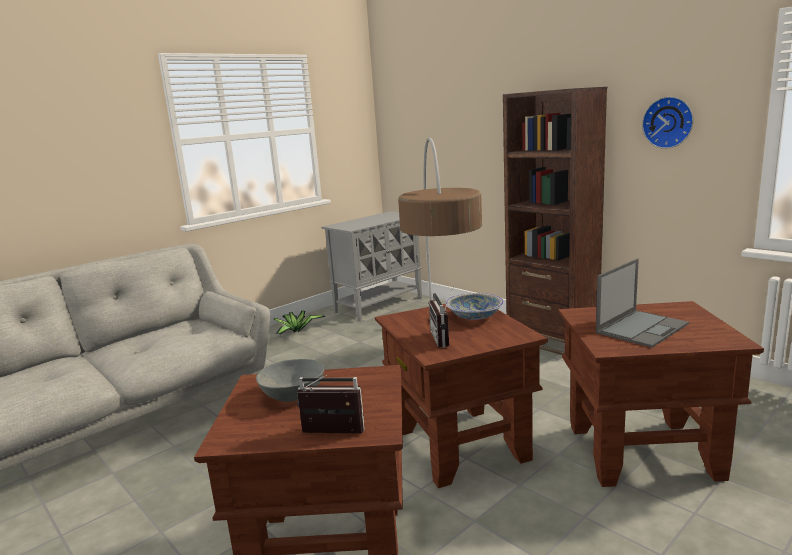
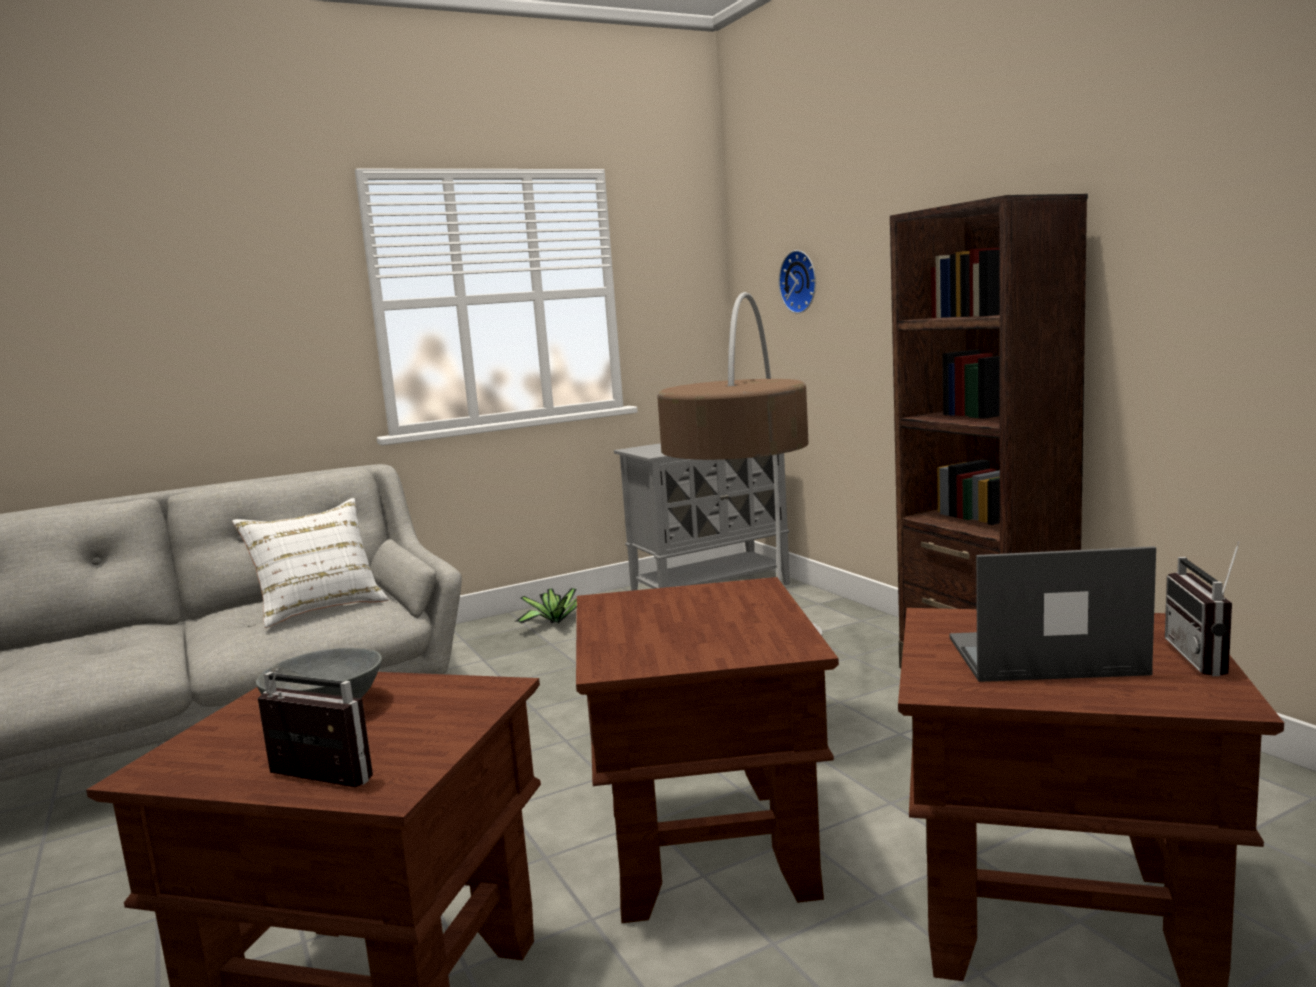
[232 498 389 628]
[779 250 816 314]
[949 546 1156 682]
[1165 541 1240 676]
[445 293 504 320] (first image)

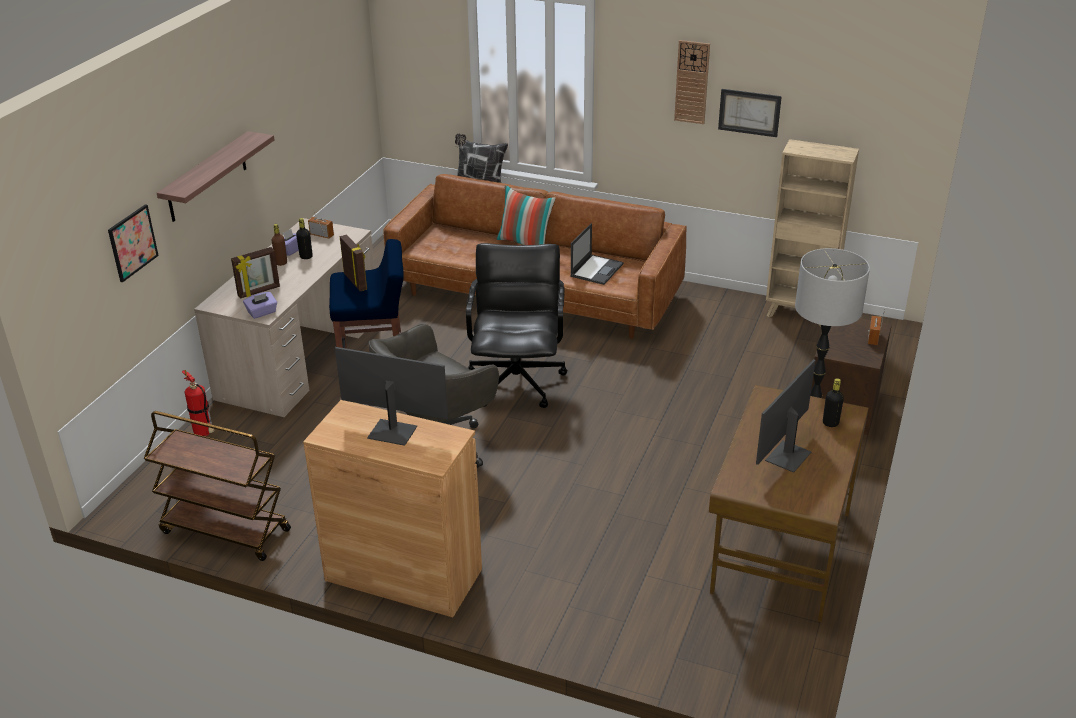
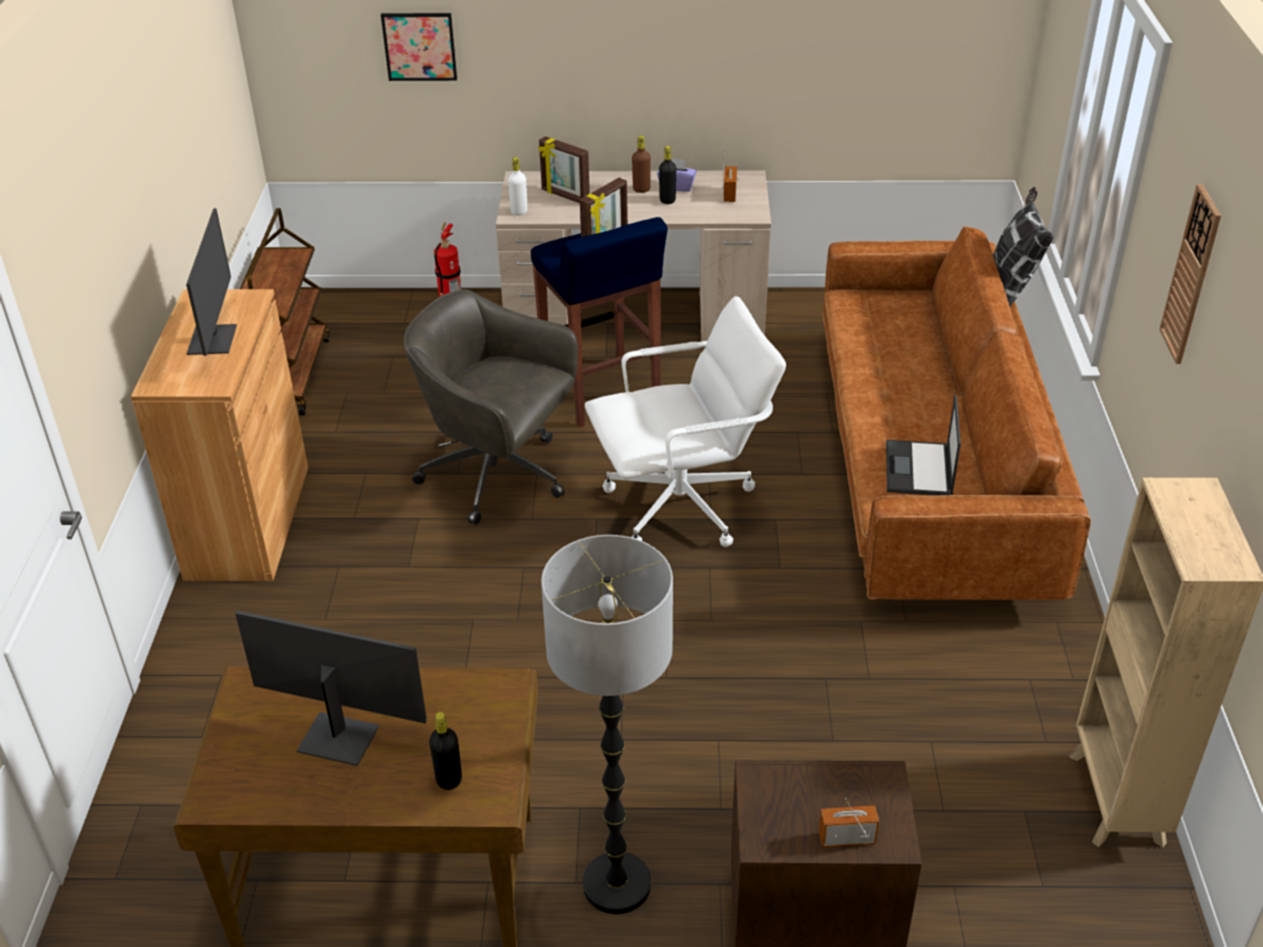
[508 157 528 216]
[585 296 786 547]
[886 394 961 496]
[157 131 274 222] (first image)
[496 185 556 245] (first image)
[718 89 782 137] (first image)

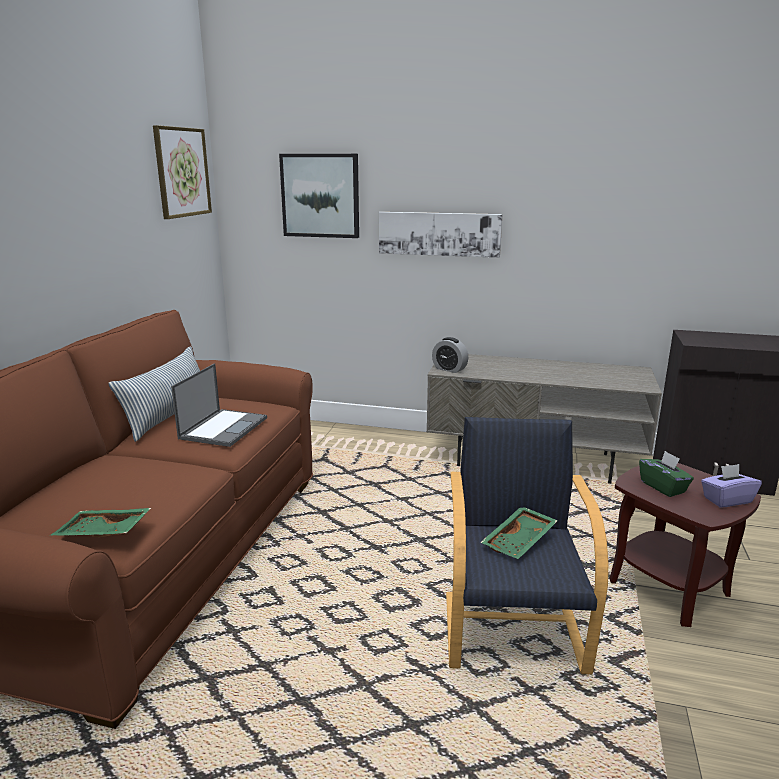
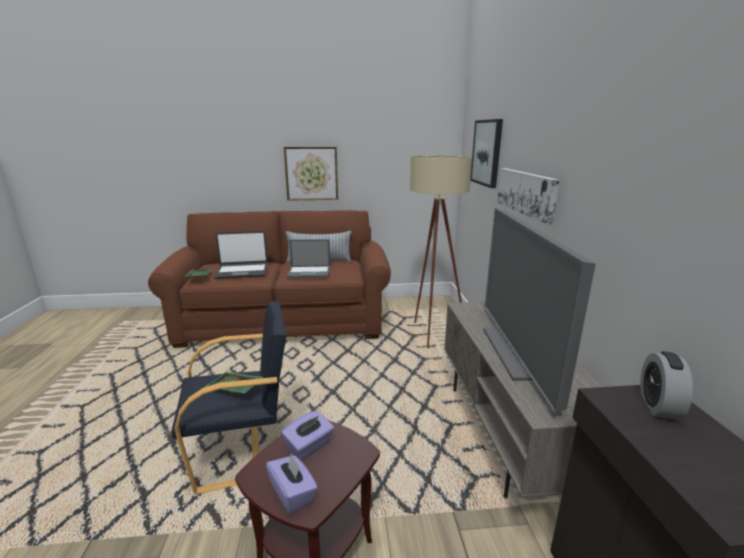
[214 231 268 279]
[281 410 334 460]
[284 147 338 201]
[410 155 472 348]
[484 208 596 413]
[640 351 693 420]

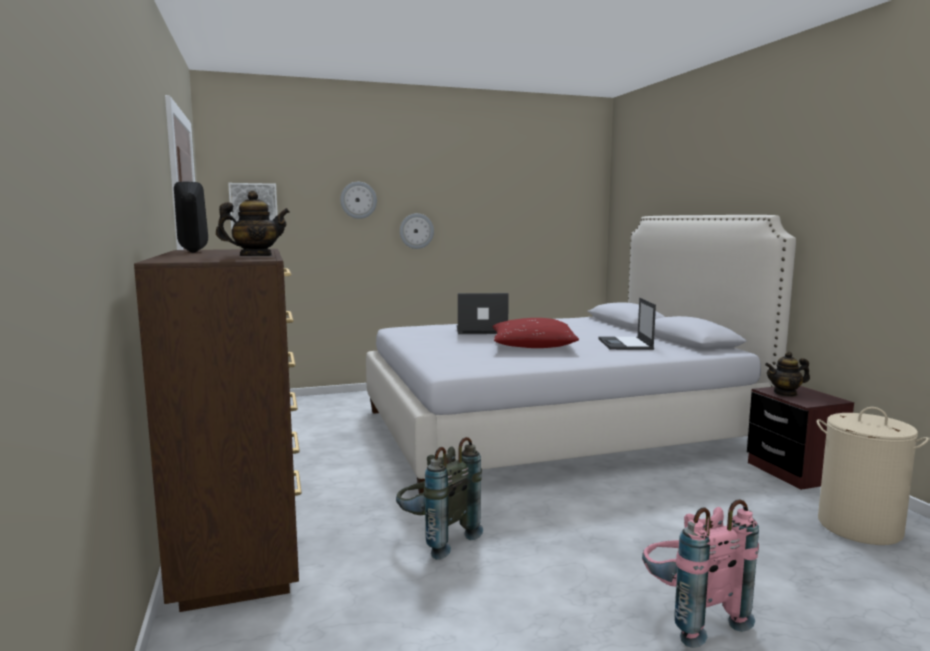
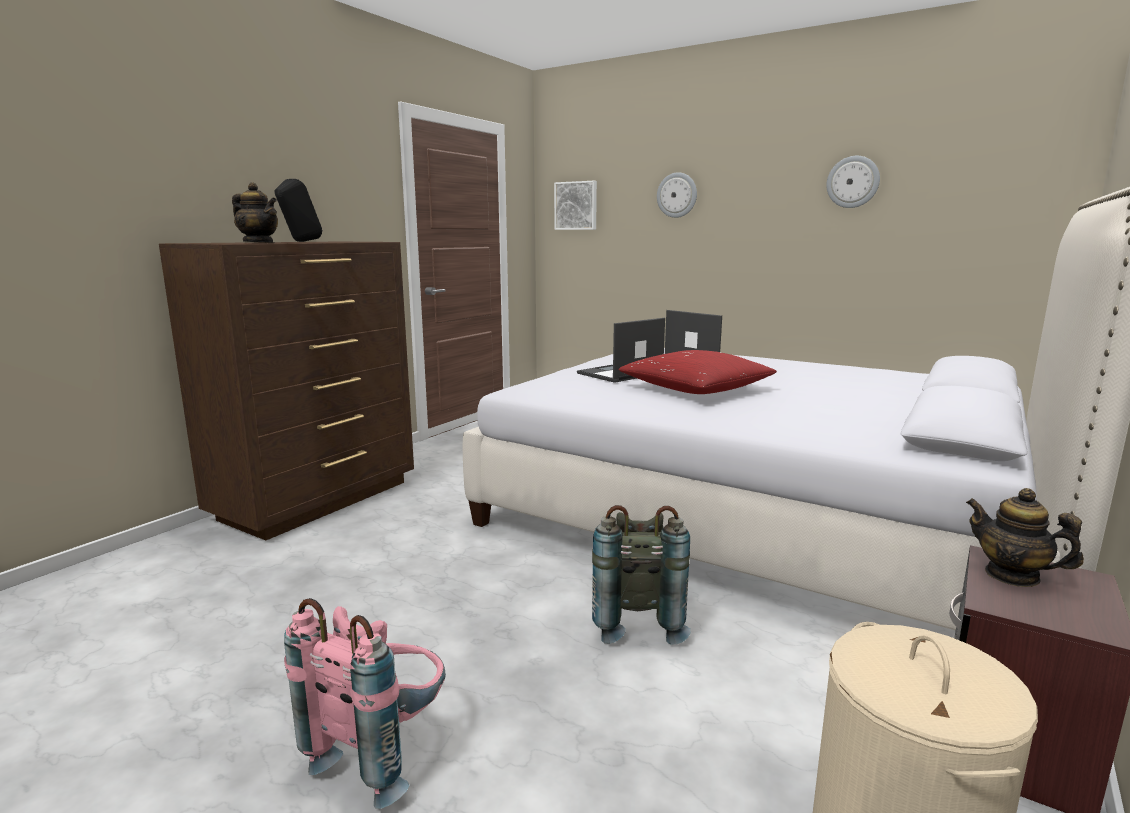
[577 318 665 383]
[592 505 691 645]
[826 156 880 208]

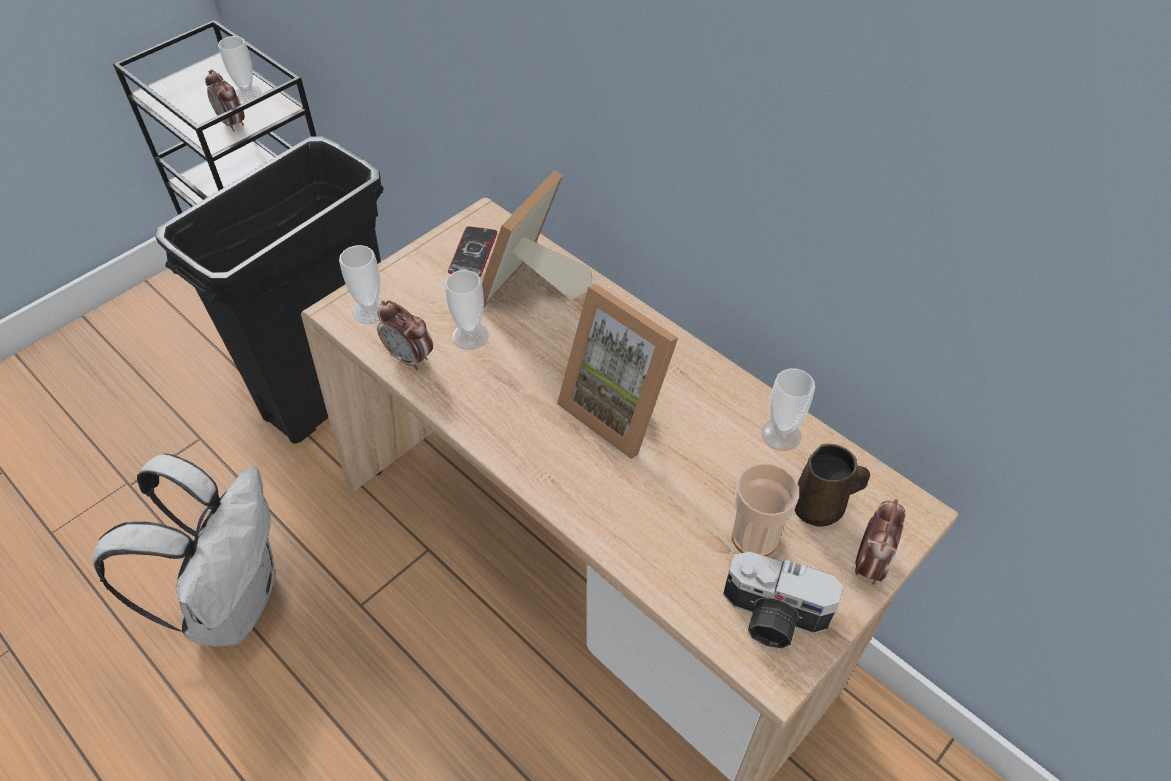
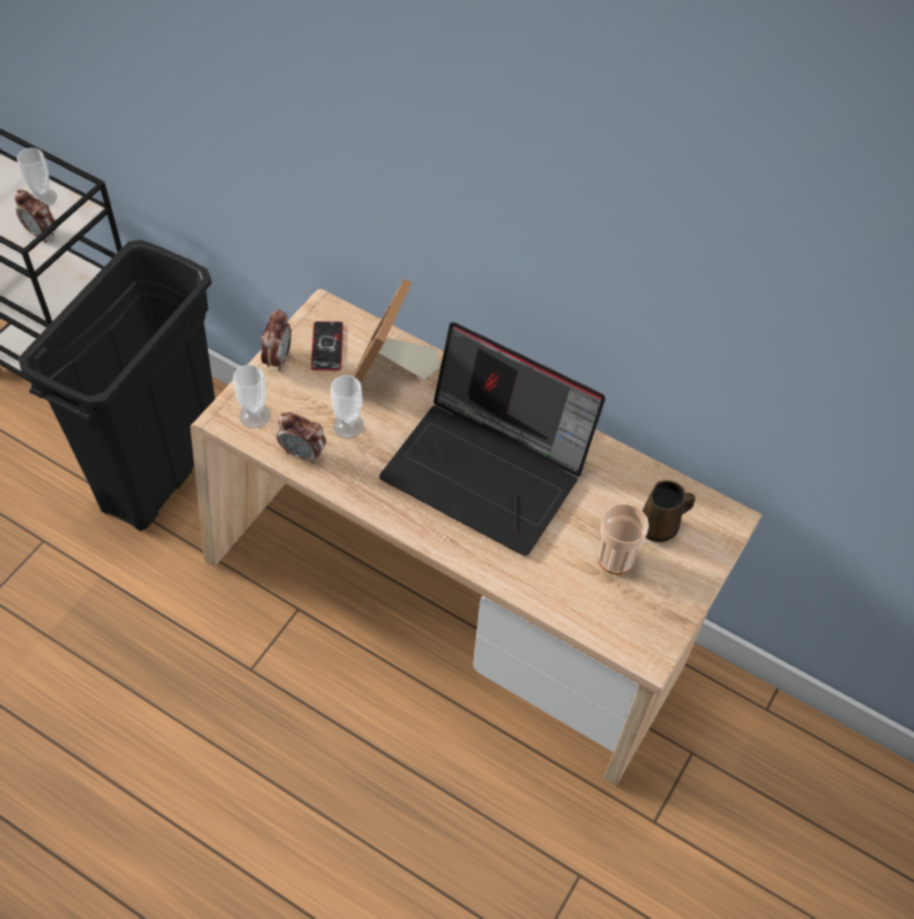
[261 309 291 371]
[379 322 605 556]
[93 453 276 646] (first image)
[723 552 843 648] (first image)
[762 368 815 451] (first image)

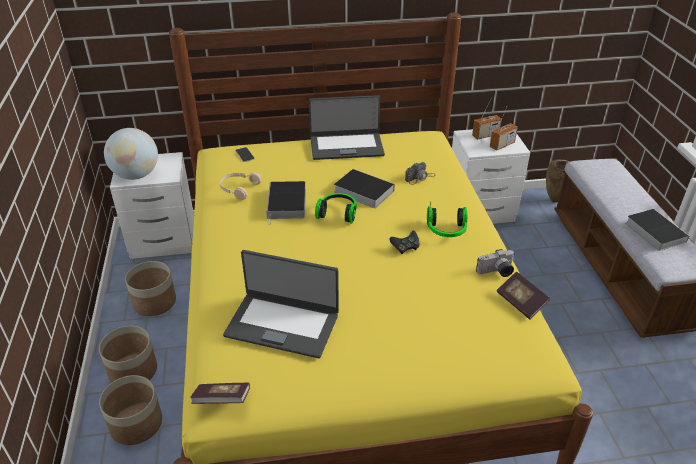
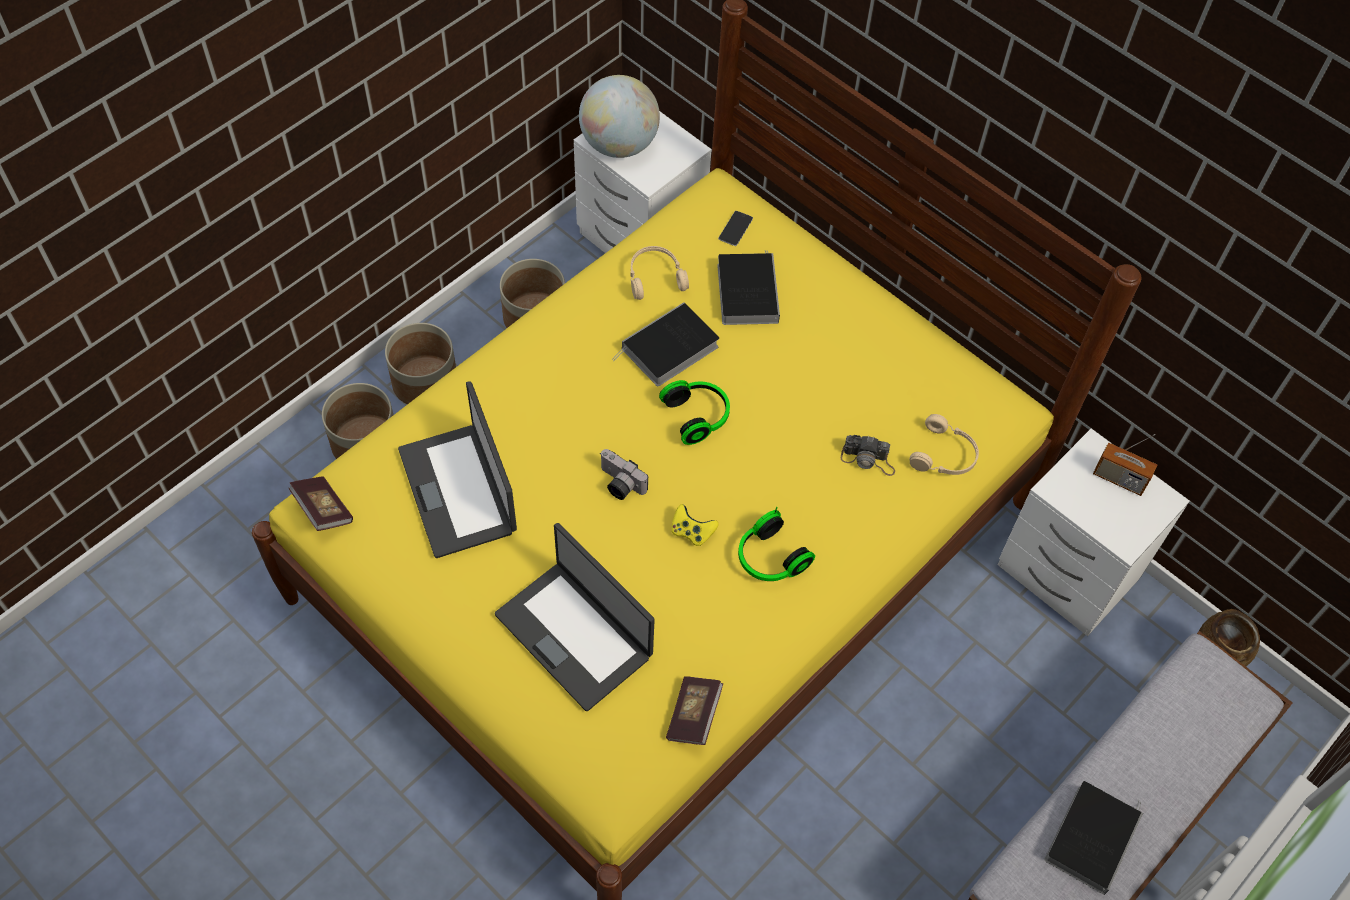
[495 523 655 711]
[601 449 648 500]
[672 504 719 546]
[717 251 780 325]
[910 414 979 475]
[490 110 518 151] (first image)

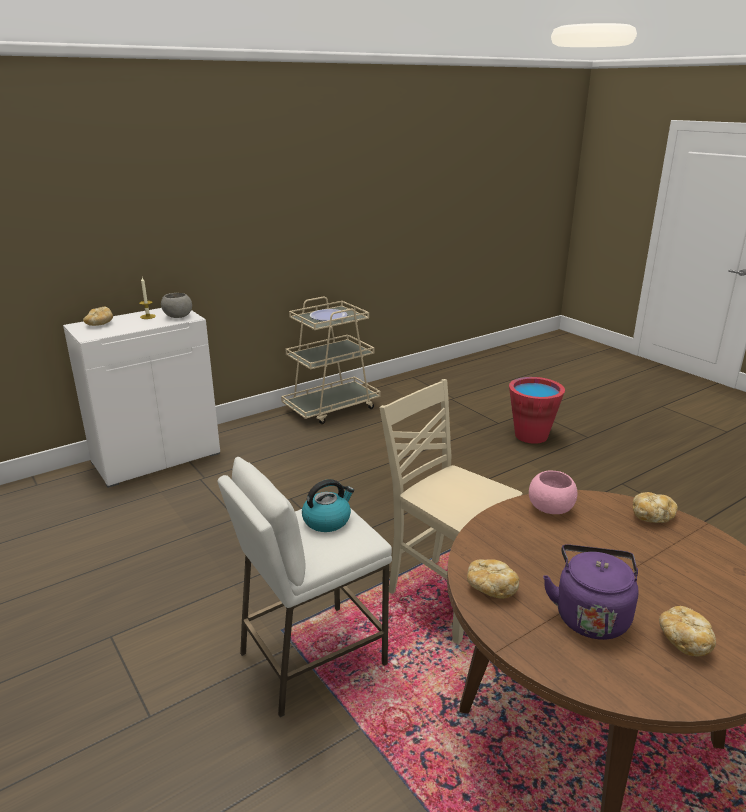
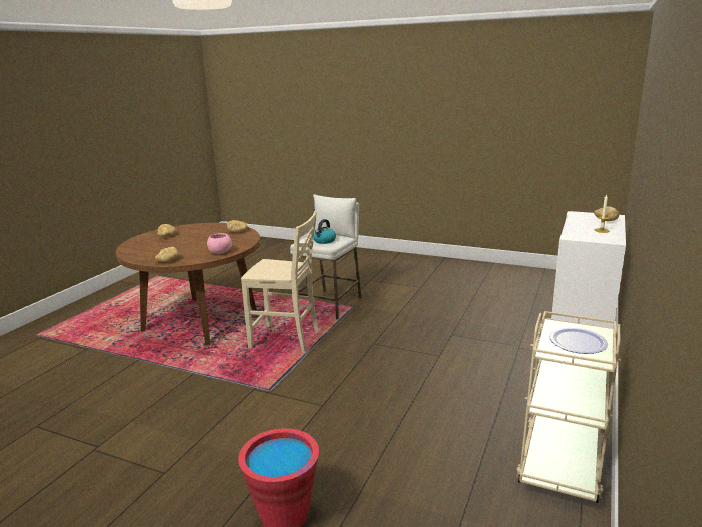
[161 293 192 318] (first image)
[543 544 638 640] (first image)

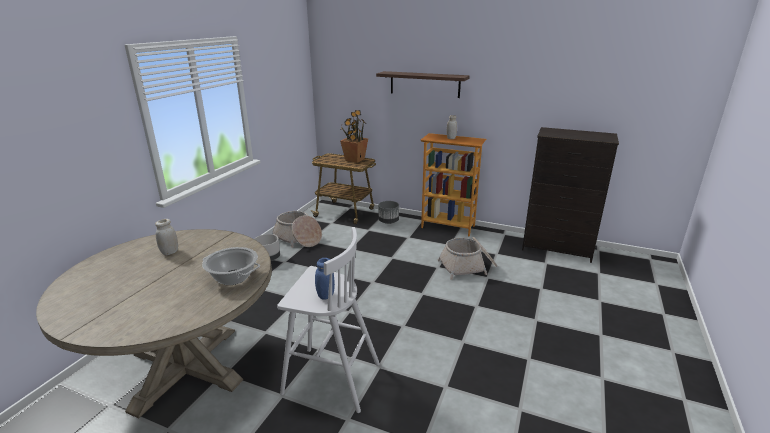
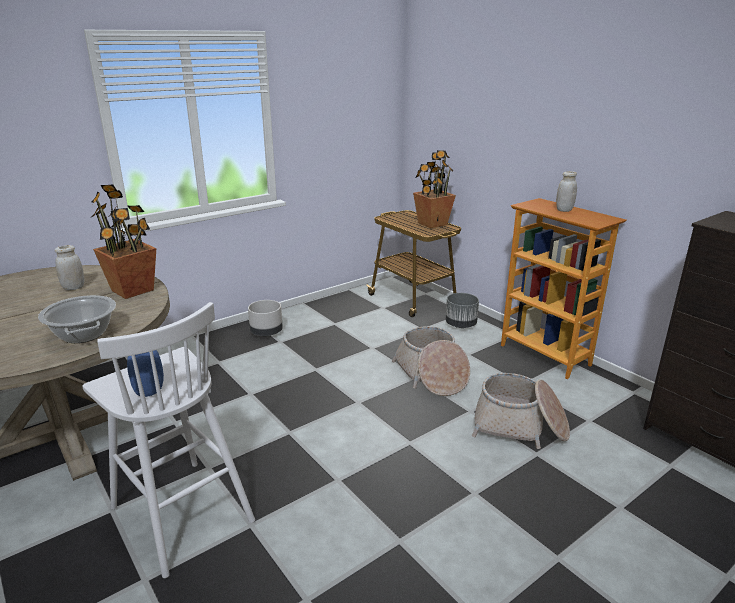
[90 184 156 299]
[392 326 470 396]
[376 71 470 98] (first image)

